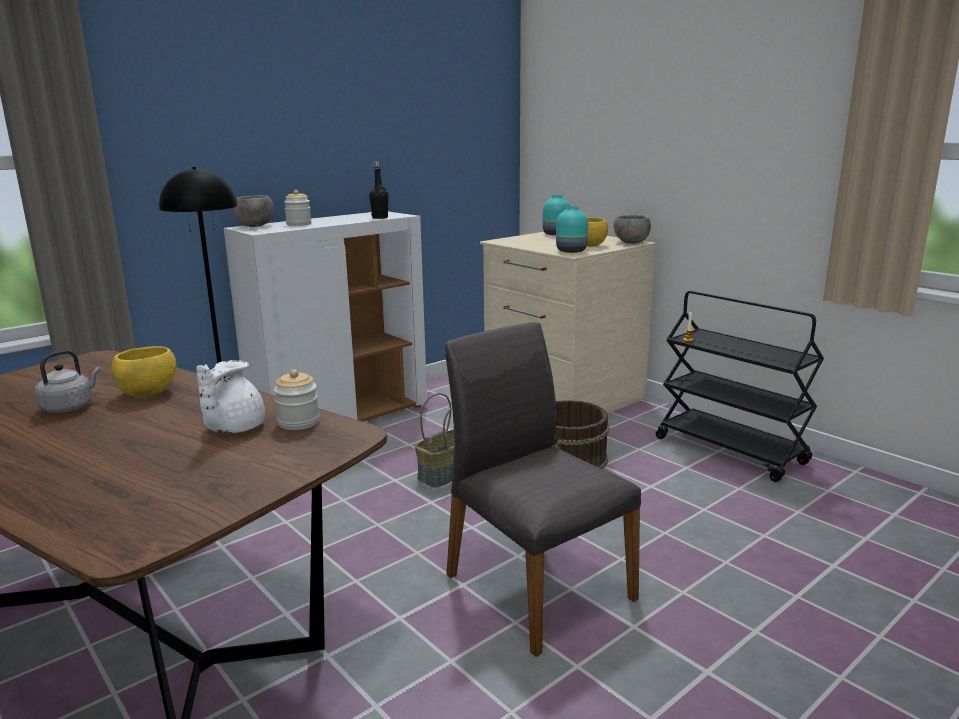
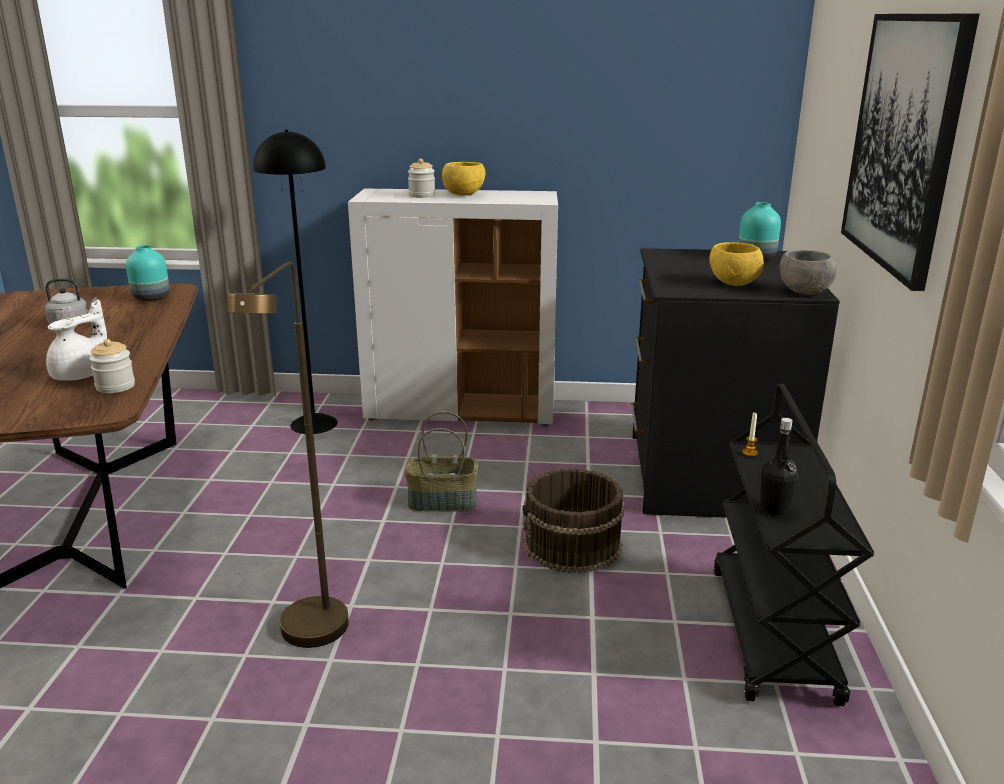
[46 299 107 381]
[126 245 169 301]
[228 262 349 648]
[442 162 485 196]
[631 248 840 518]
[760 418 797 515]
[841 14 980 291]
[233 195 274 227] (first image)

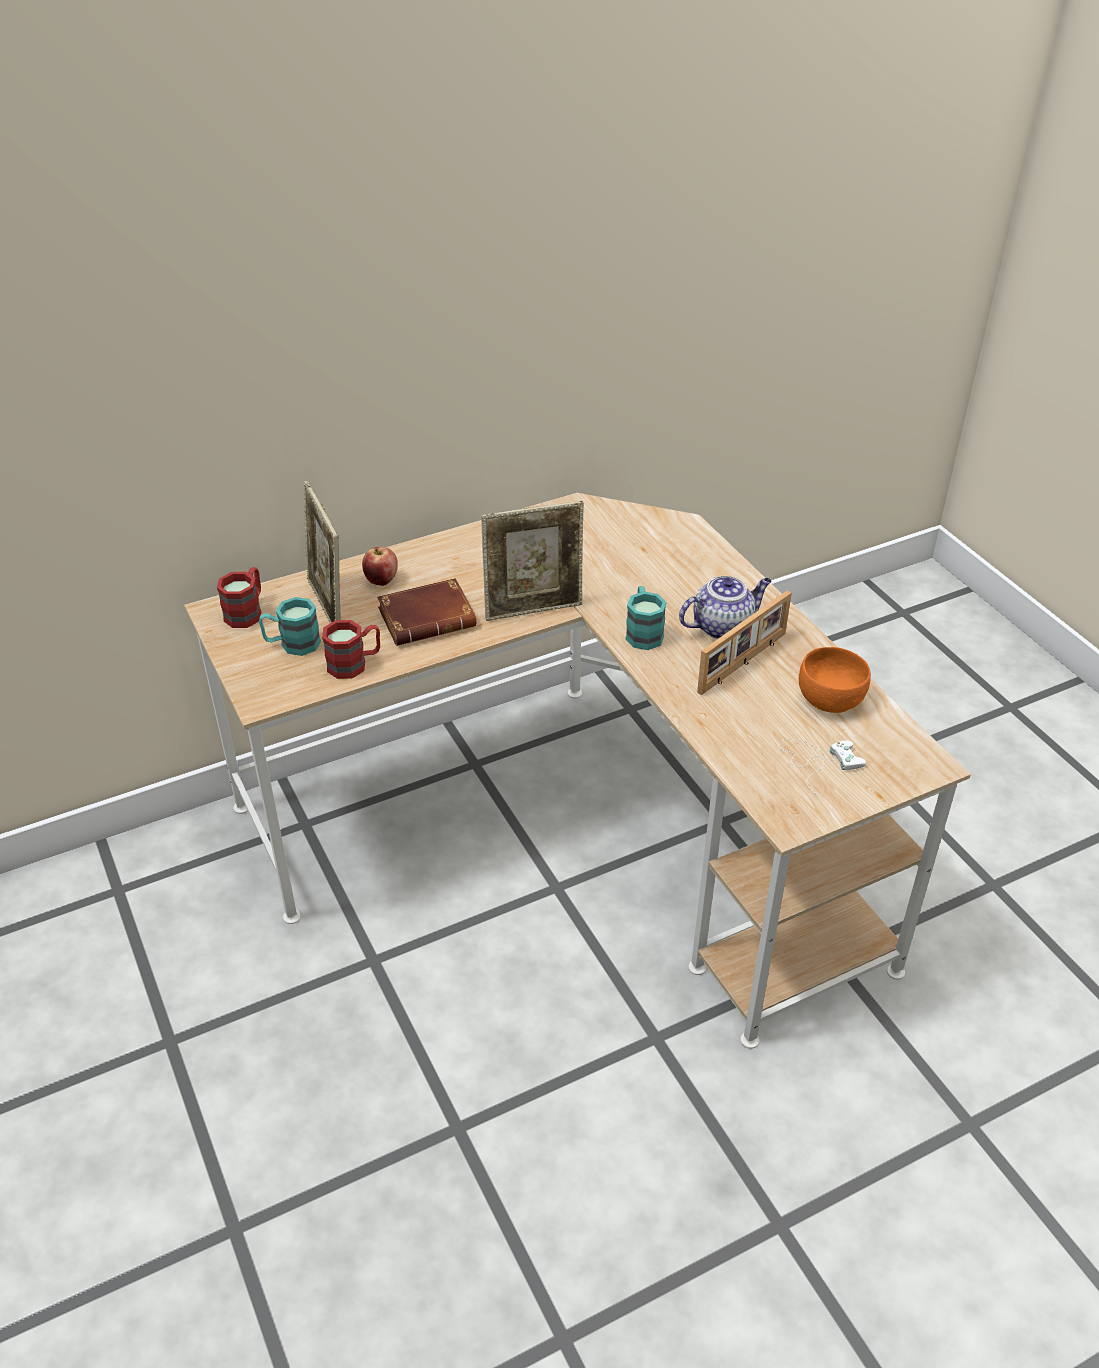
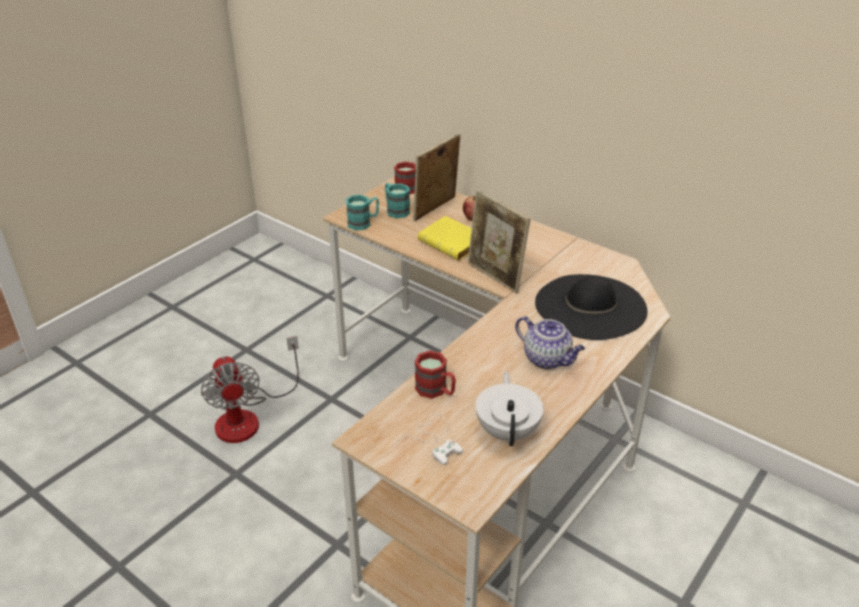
[201 336 299 443]
[346 195 379 231]
[415 351 456 399]
[418 216 472 260]
[476 371 544 446]
[535 274 647 340]
[697 590 792 695] (first image)

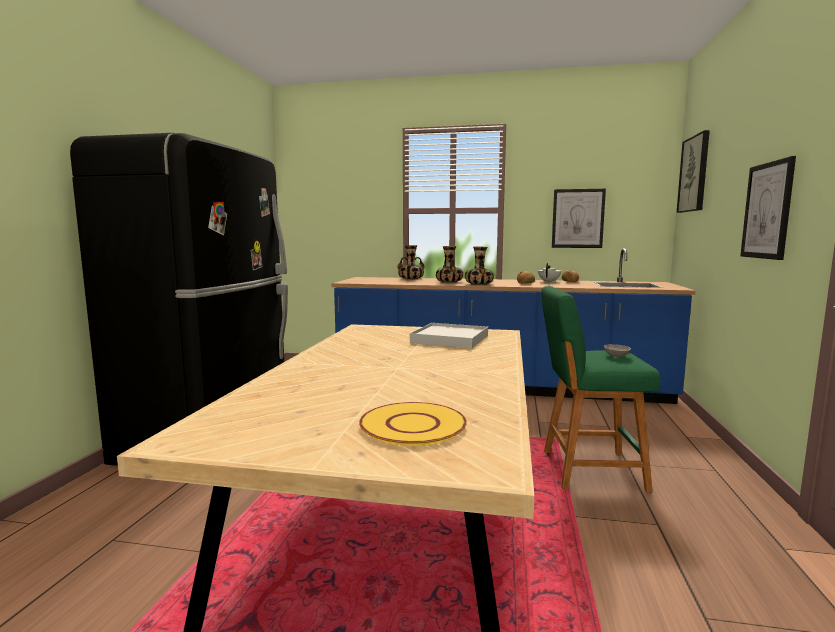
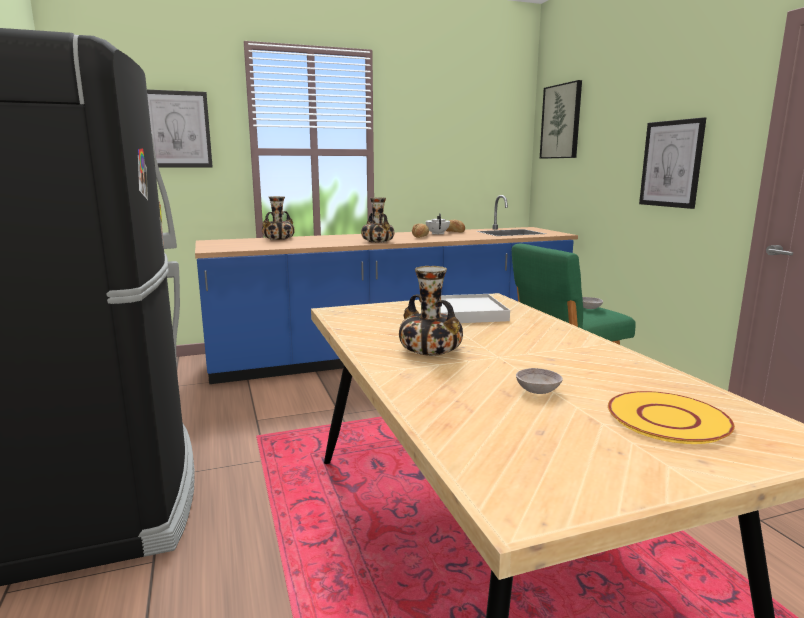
[147 89 213 168]
[399 266 463 356]
[516 368 563 394]

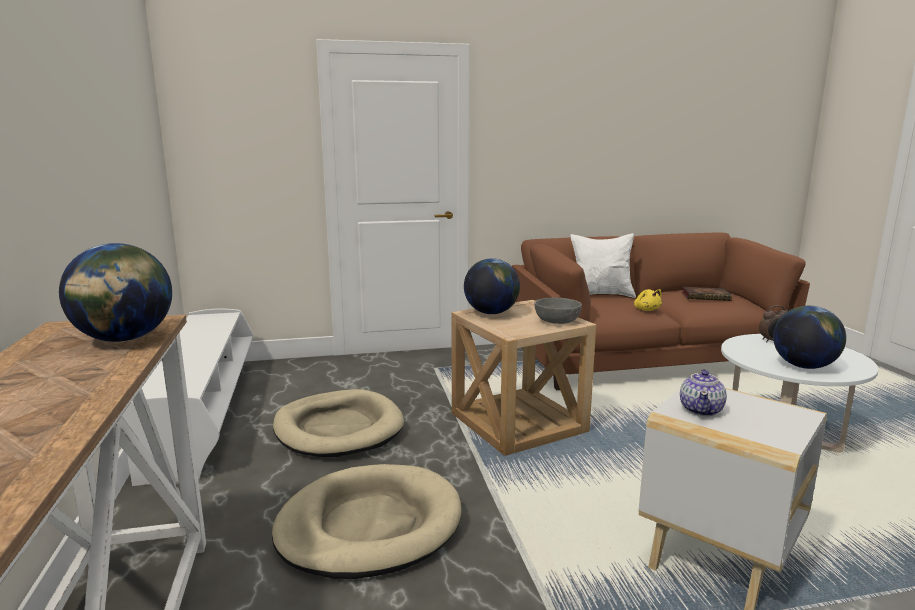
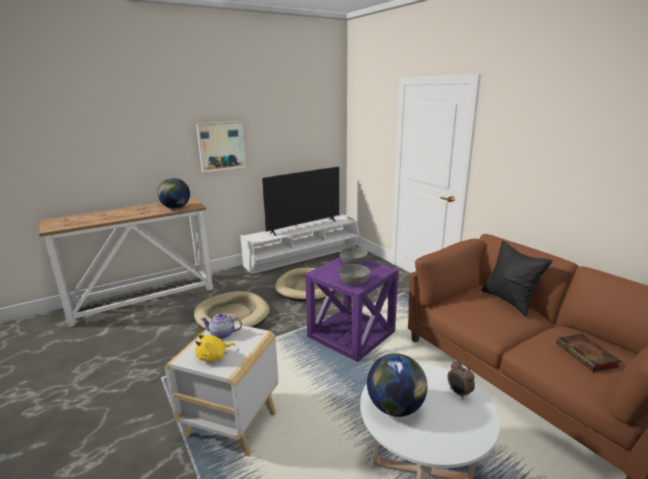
[195 334 235 362]
[196 121 247 172]
[262 167 339 236]
[305 257 399 362]
[340 247 368 265]
[481 241 553 317]

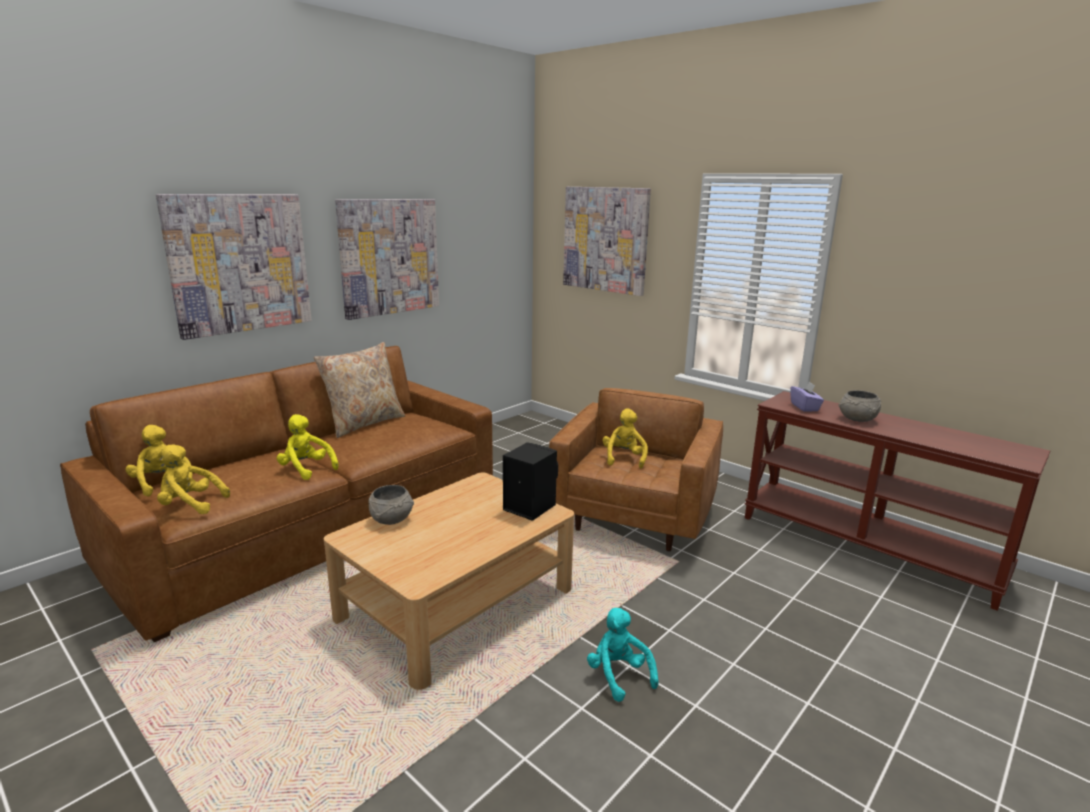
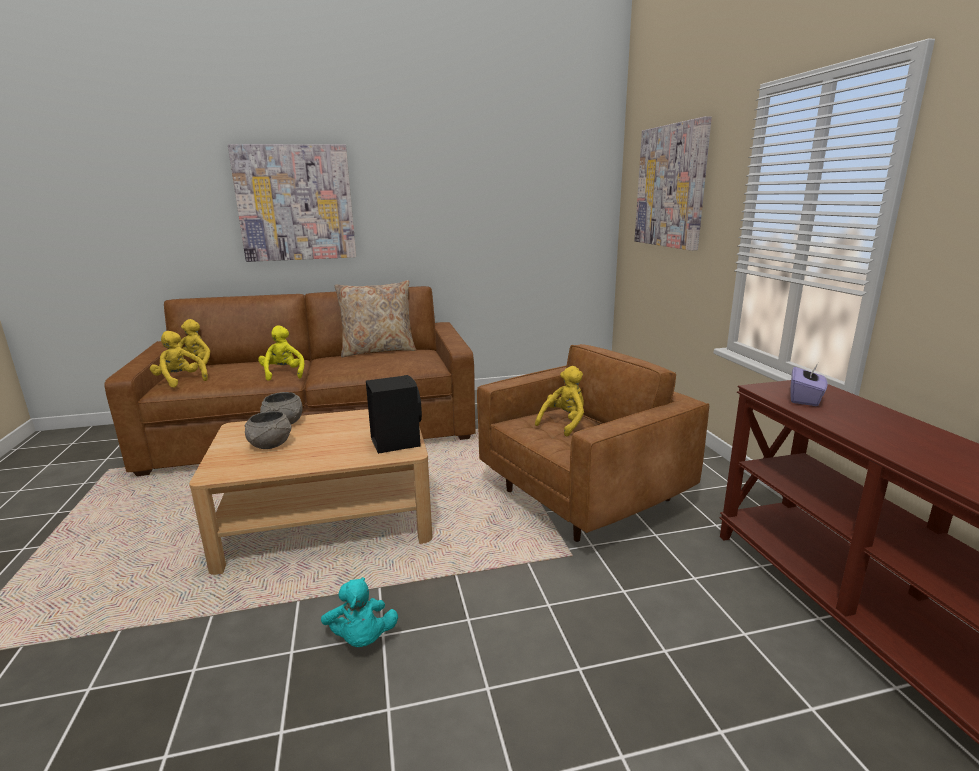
[245 411 291 449]
[321 577 398 647]
[335 199 439 320] (first image)

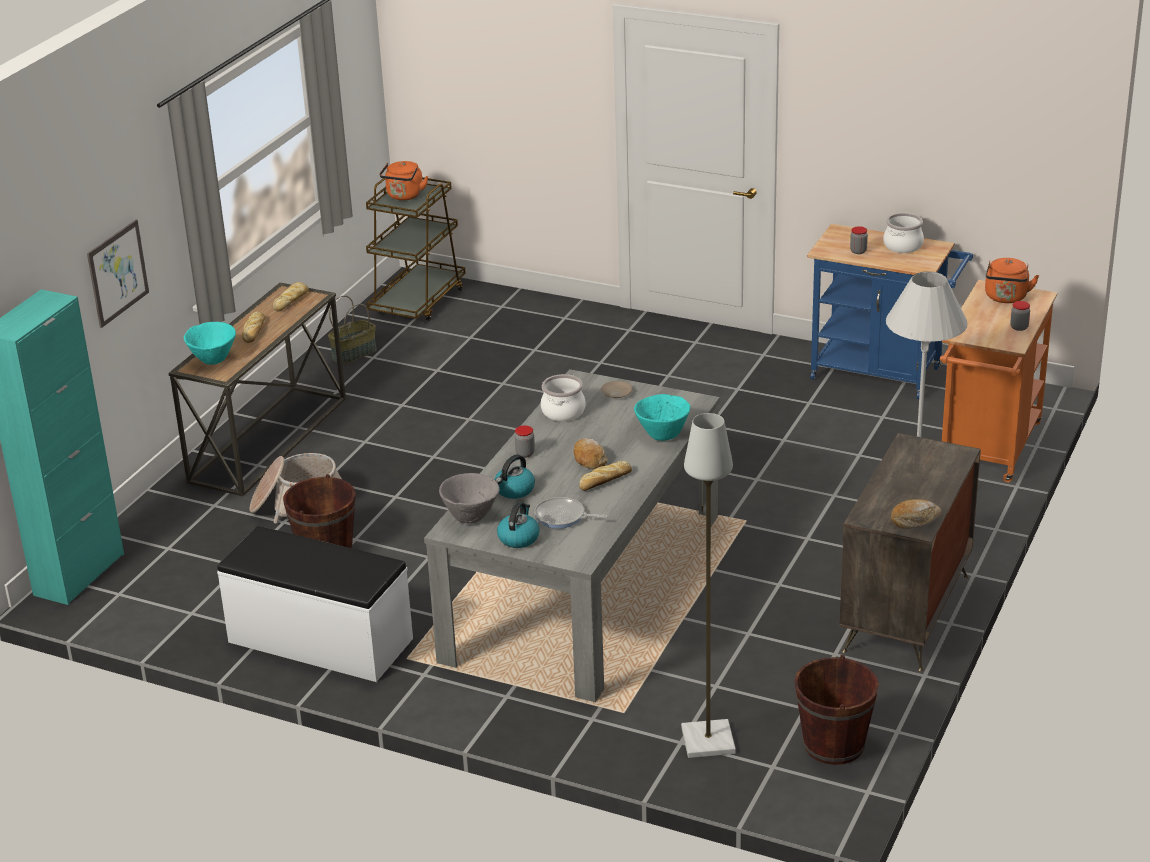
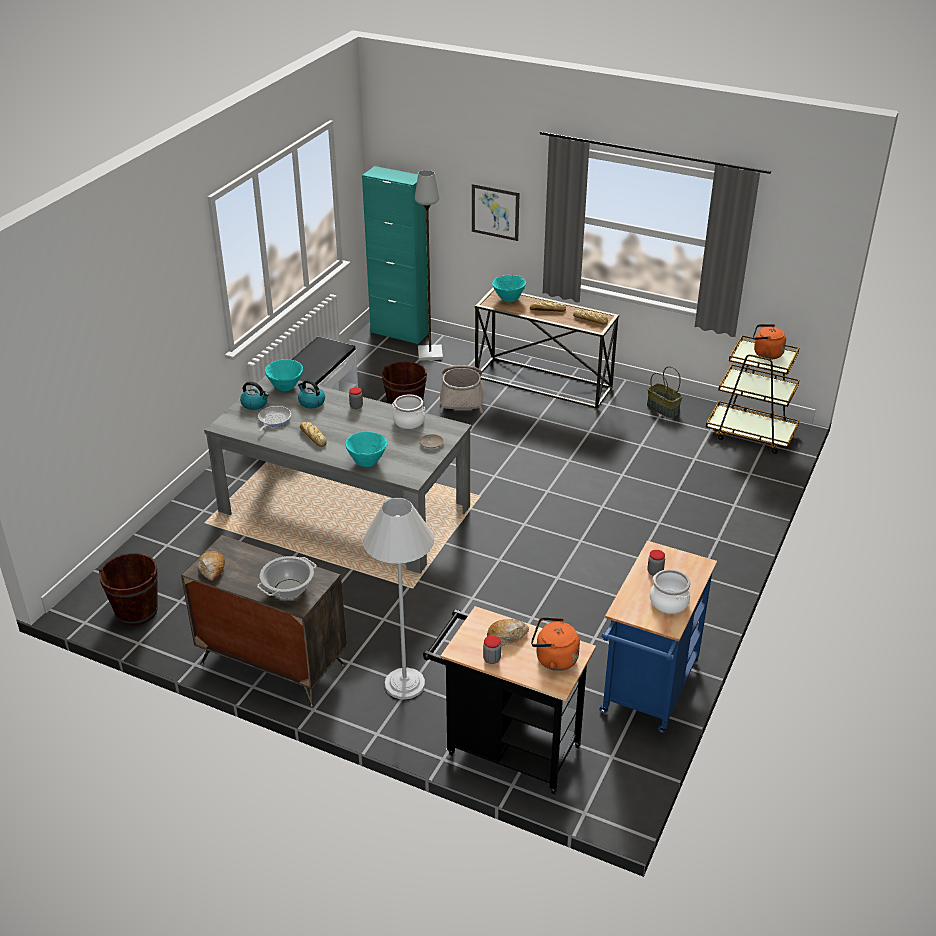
[257 556 317 599]
[265 359 303 391]
[415 170 443 361]
[423 606 596 794]
[487 619 529 646]

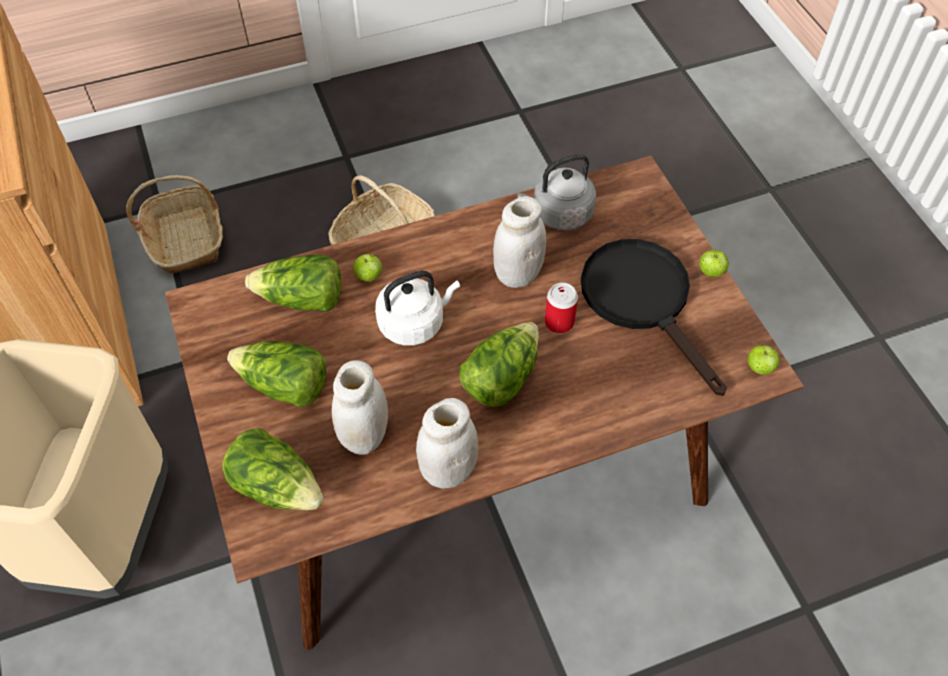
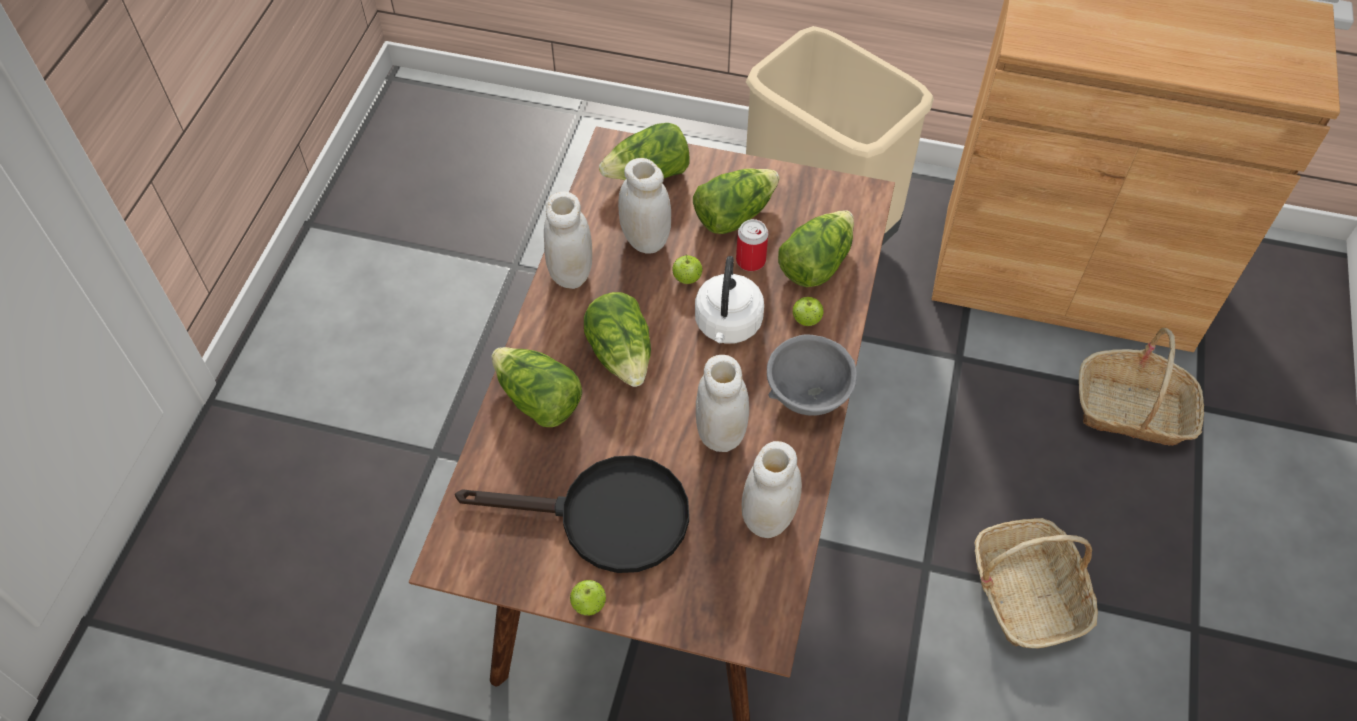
[491 347 582 427]
[672 255 703 284]
[736 219 768 271]
[742 441 802 538]
[767 334 857 416]

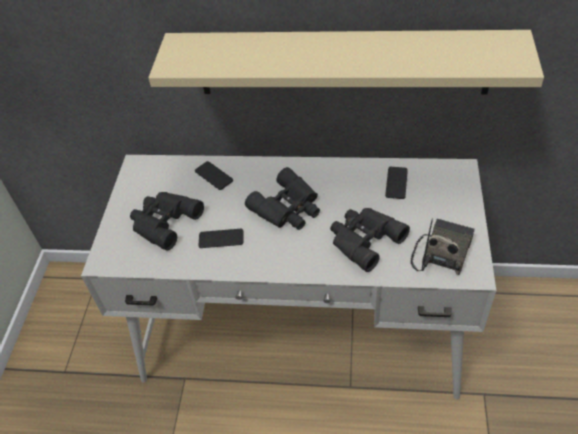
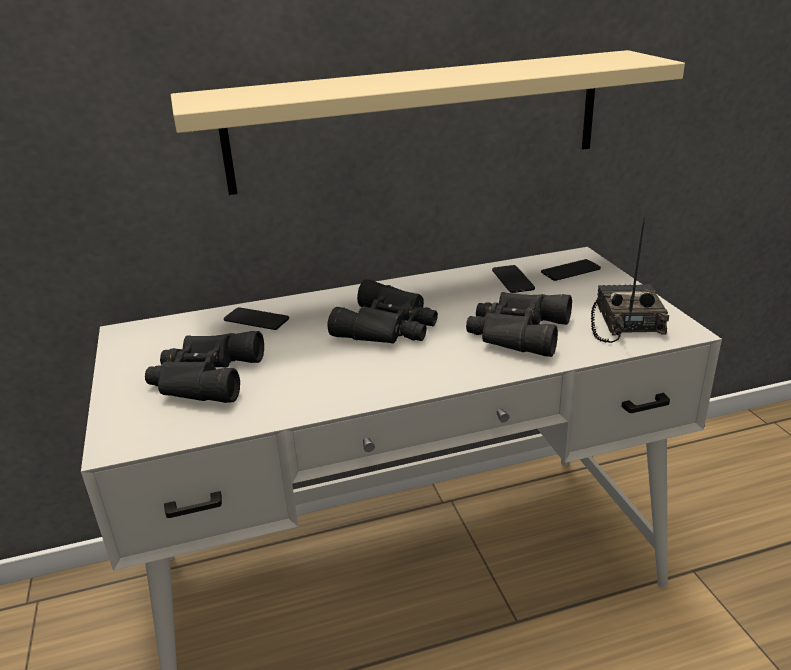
[541 259 601 281]

